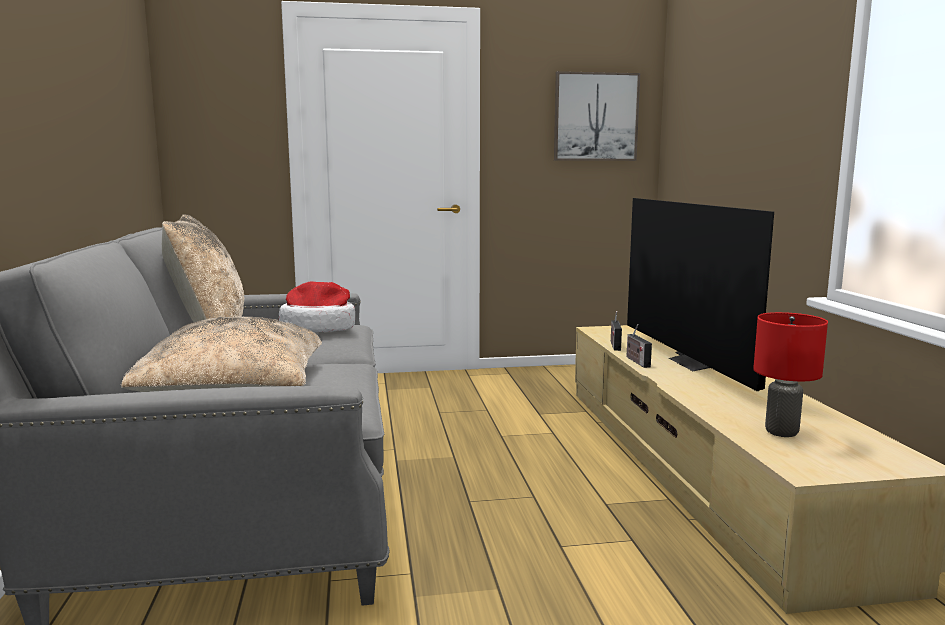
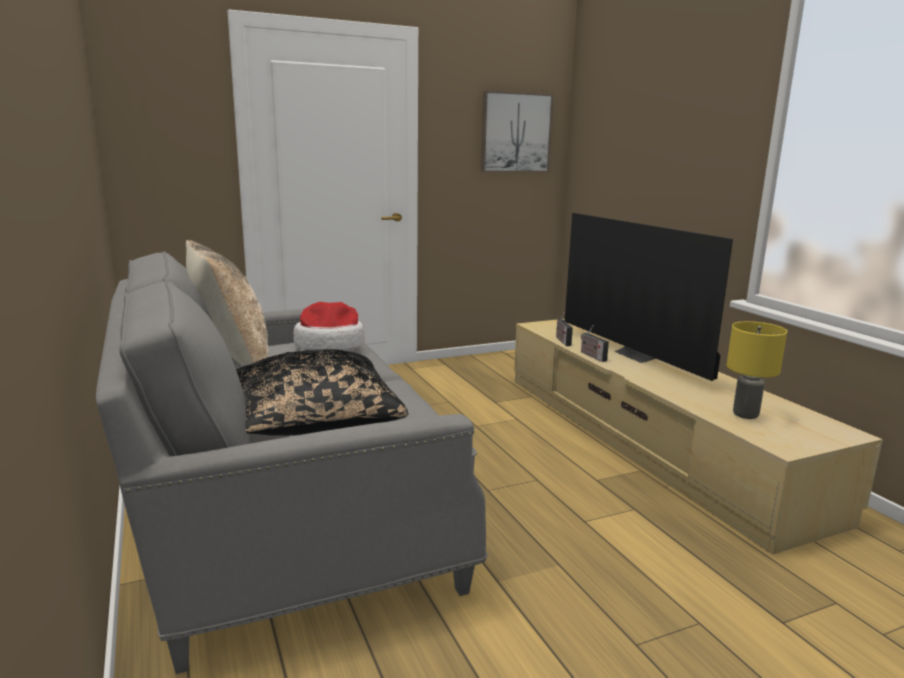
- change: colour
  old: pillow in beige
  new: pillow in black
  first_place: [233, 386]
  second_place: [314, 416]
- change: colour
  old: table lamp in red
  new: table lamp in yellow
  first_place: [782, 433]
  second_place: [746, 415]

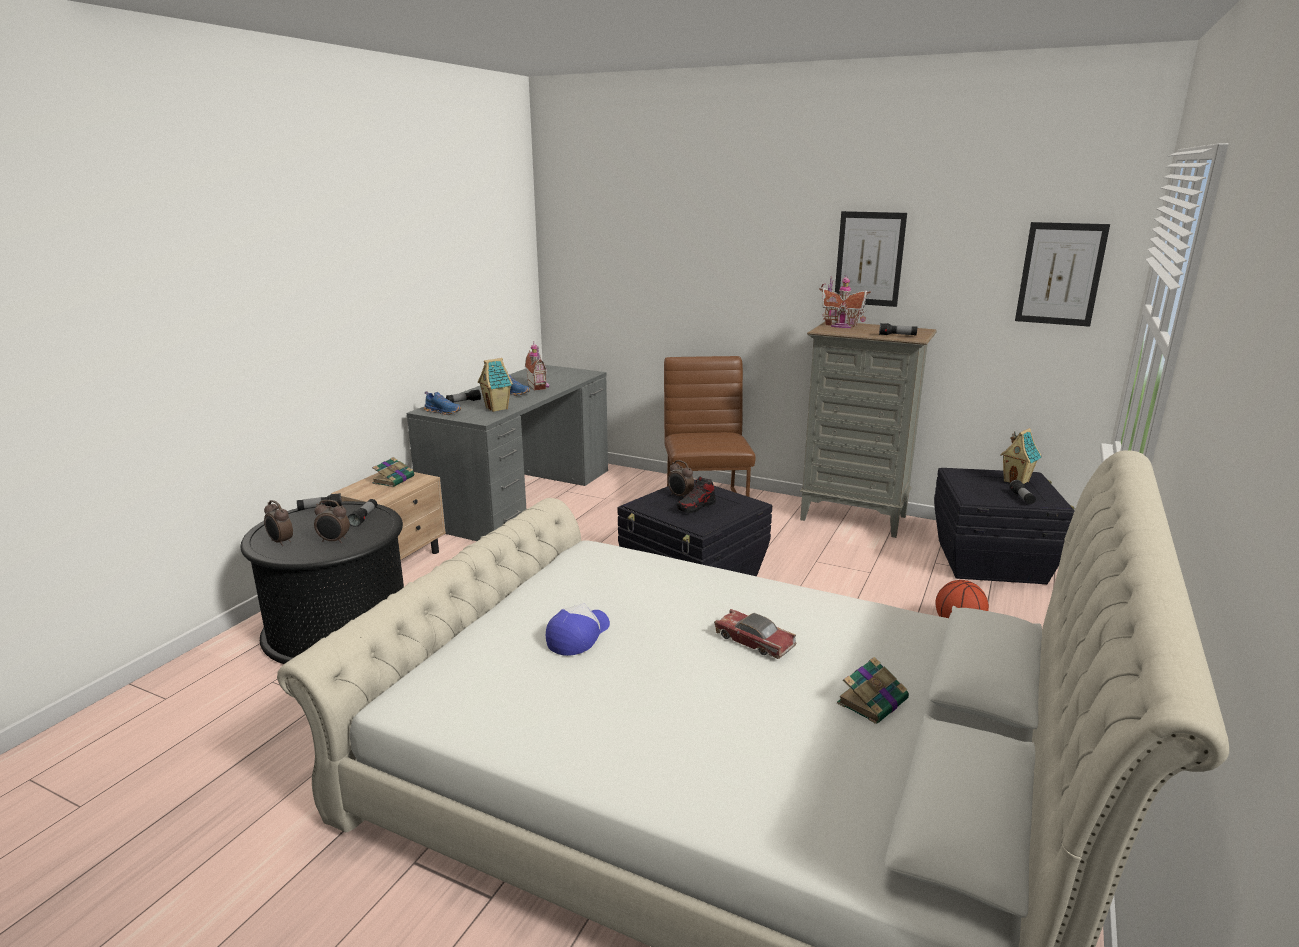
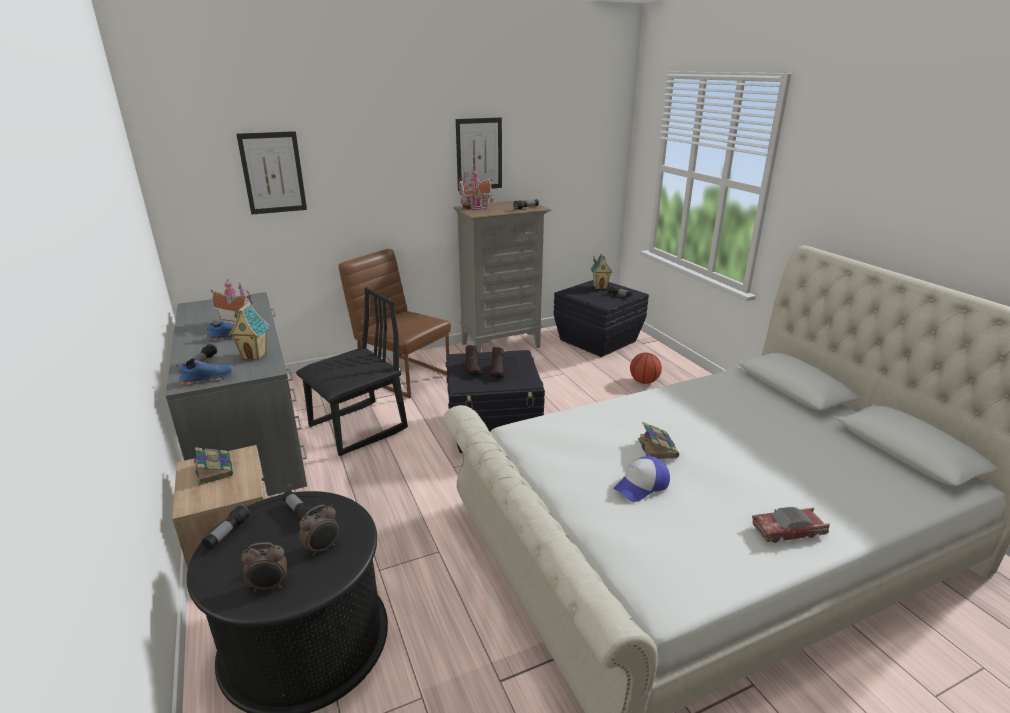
- change: relocated
  old: picture
  first_place: [1060, 274]
  second_place: [273, 173]
- change: appeared
  new: chair in black
  second_place: [358, 428]
- change: exchanged
  old: alarm clock
  new: shoe
  first_place: [680, 496]
  second_place: [473, 369]
- change: spun
  old: cap
  first_place: [578, 635]
  second_place: [641, 485]
  degrees: -105
- change: relocated
  old: book
  first_place: [873, 701]
  second_place: [657, 447]
- change: relocated
  old: toy car
  first_place: [754, 641]
  second_place: [788, 530]

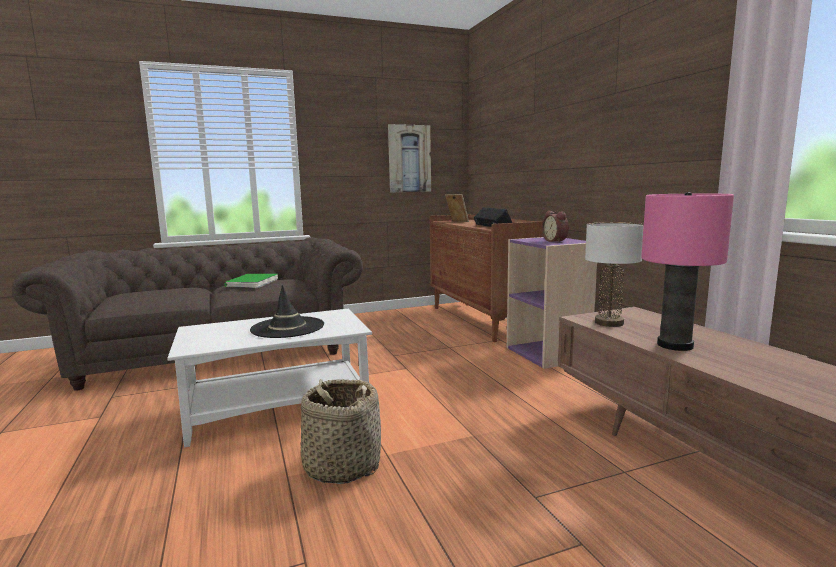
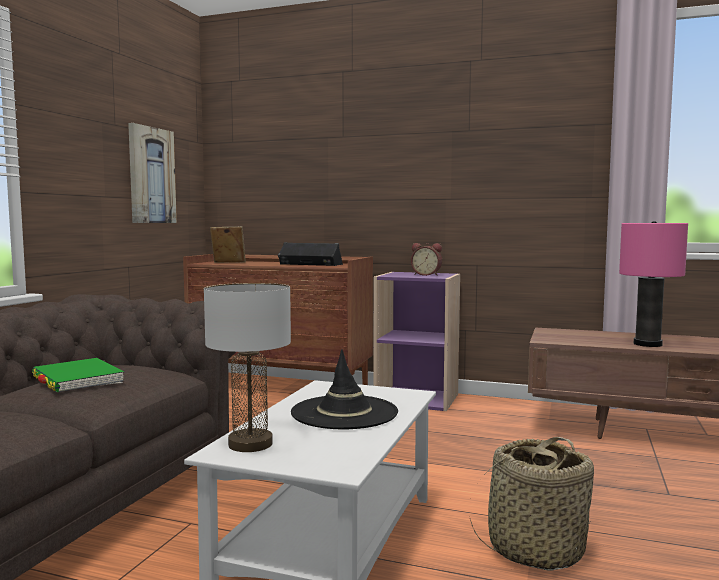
- change: relocated
  old: table lamp
  first_place: [609, 323]
  second_place: [250, 444]

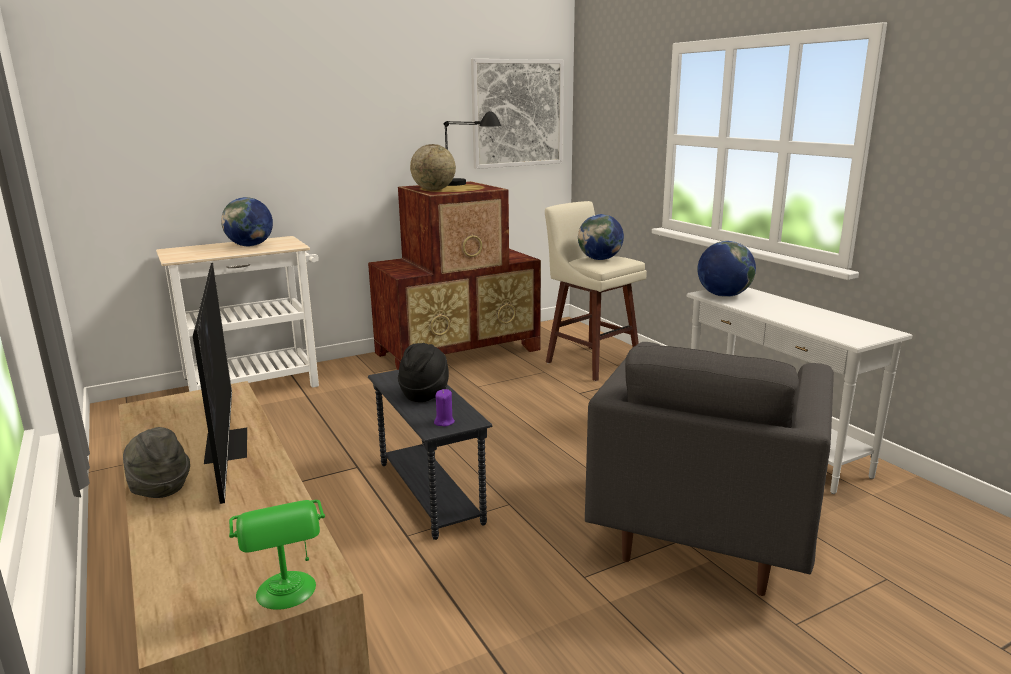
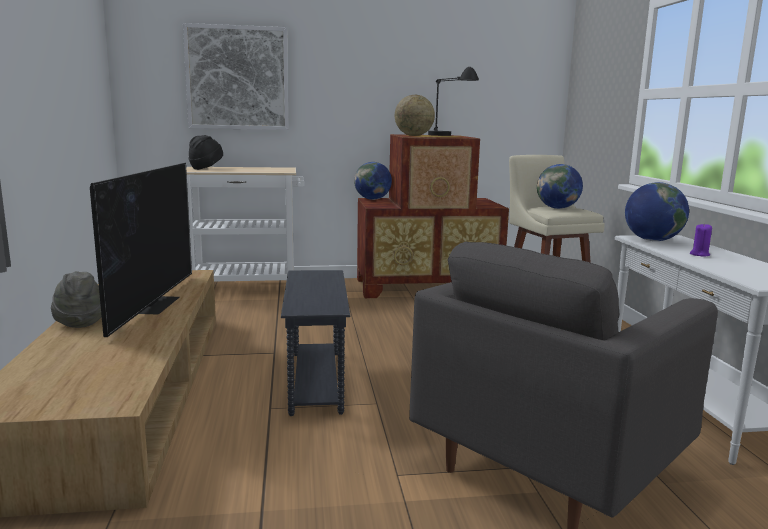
- change: relocated
  old: picture
  first_place: [517, 113]
  second_place: [237, 78]
- change: relocated
  old: hat in black
  first_place: [425, 394]
  second_place: [206, 168]
- change: relocated
  old: globe
  first_place: [250, 246]
  second_place: [372, 199]
- change: relocated
  old: candle in purple
  first_place: [444, 422]
  second_place: [699, 254]
- change: missing
  old: table lamp in green
  first_place: [289, 597]

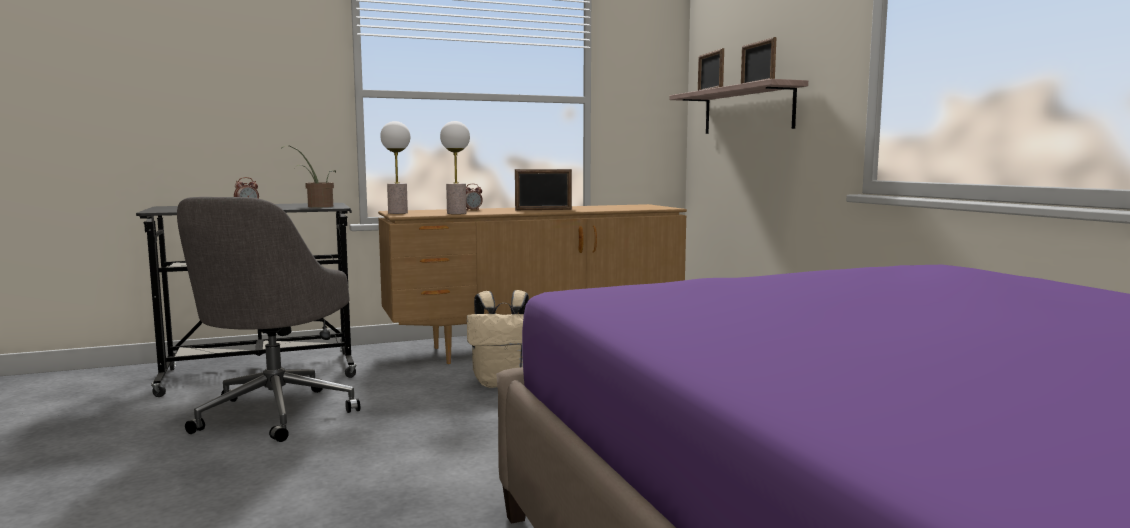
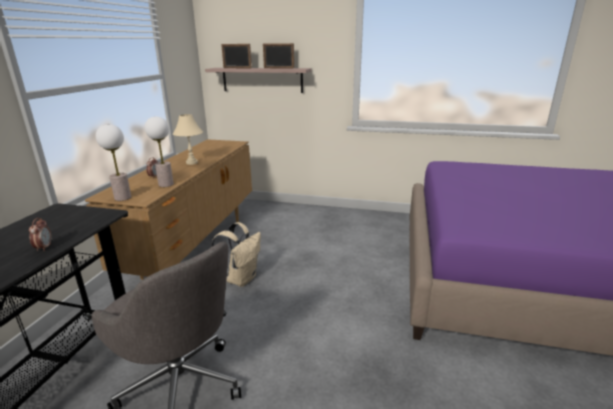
- change: exchanged
  old: picture frame
  new: table lamp in beige
  first_place: [543, 210]
  second_place: [192, 163]
- change: missing
  old: potted plant
  first_place: [316, 206]

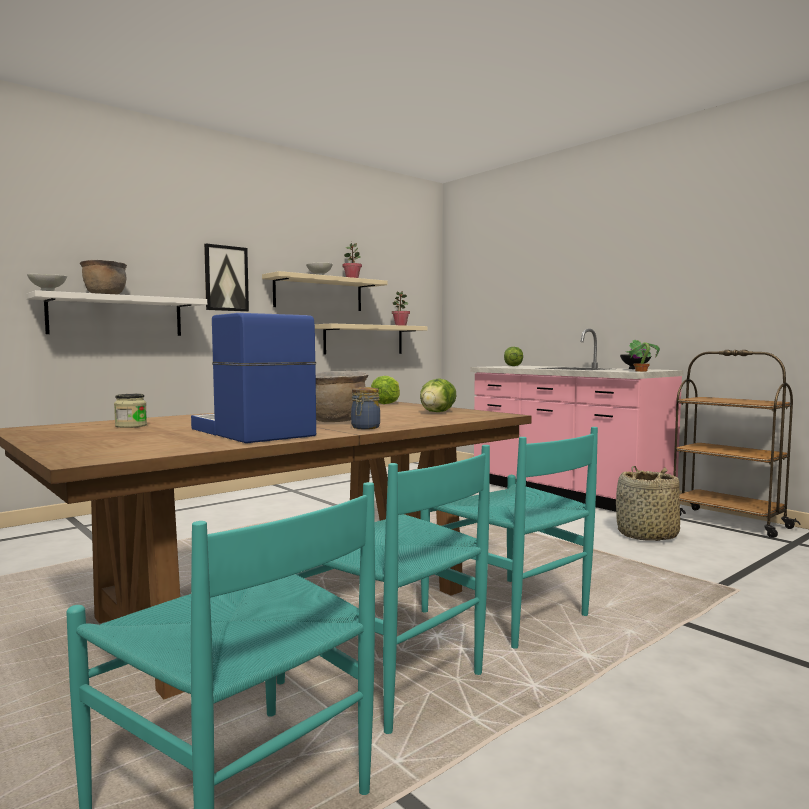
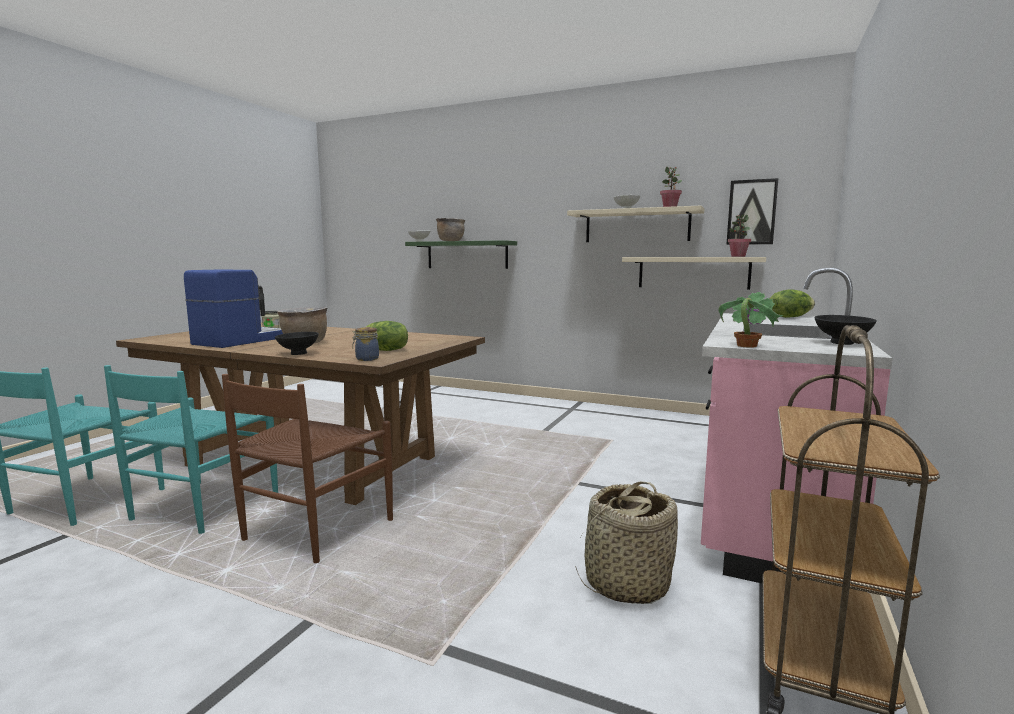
- change: colour
  old: chair in turquoise
  new: chair in brown
  first_place: [509, 613]
  second_place: [315, 529]
- change: appeared
  new: bowl in black
  second_place: [298, 354]
- change: relocated
  old: jar
  first_place: [365, 427]
  second_place: [366, 359]
- change: colour
  old: shelf in white
  new: shelf in green
  first_place: [116, 316]
  second_place: [467, 255]
- change: relocated
  old: picture
  first_place: [226, 278]
  second_place: [751, 212]
- change: missing
  old: lettuce
  first_place: [386, 403]

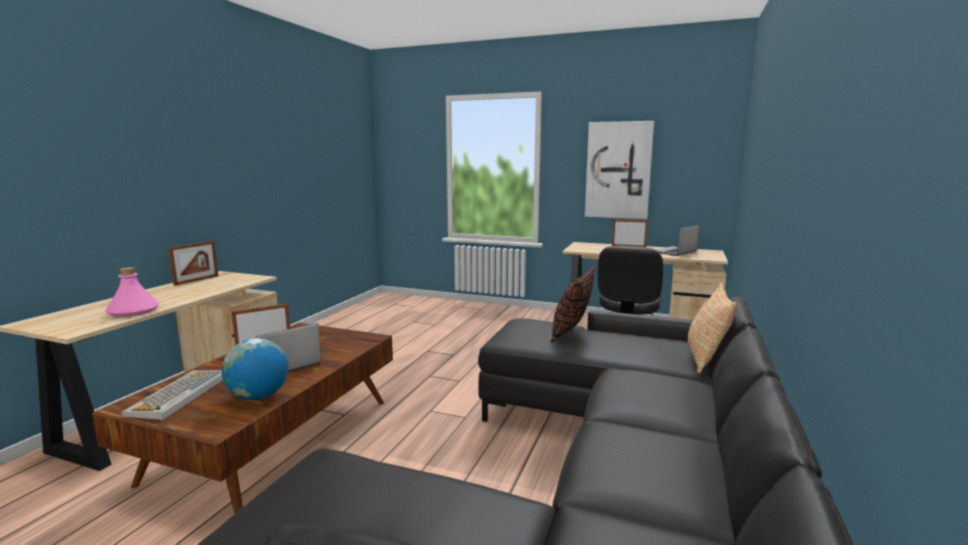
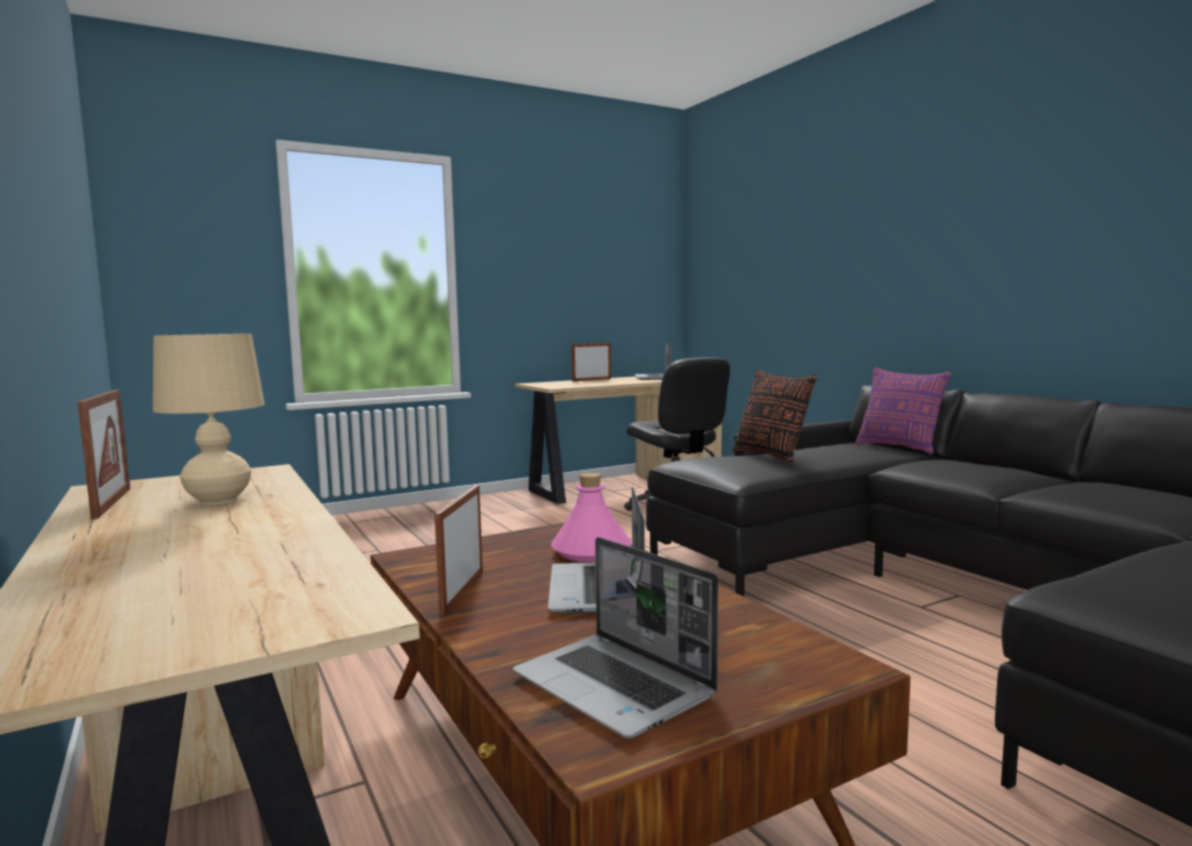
- change: appeared
  new: table lamp in beige
  second_place: [218, 500]
- change: exchanged
  old: keyboard
  new: laptop
  first_place: [179, 395]
  second_place: [616, 686]
- change: relocated
  old: bottle in pink
  first_place: [133, 311]
  second_place: [592, 551]
- change: colour
  old: pillow in beige
  new: pillow in purple
  first_place: [705, 360]
  second_place: [899, 448]
- change: missing
  old: globe
  first_place: [258, 396]
- change: missing
  old: picture
  first_place: [618, 170]

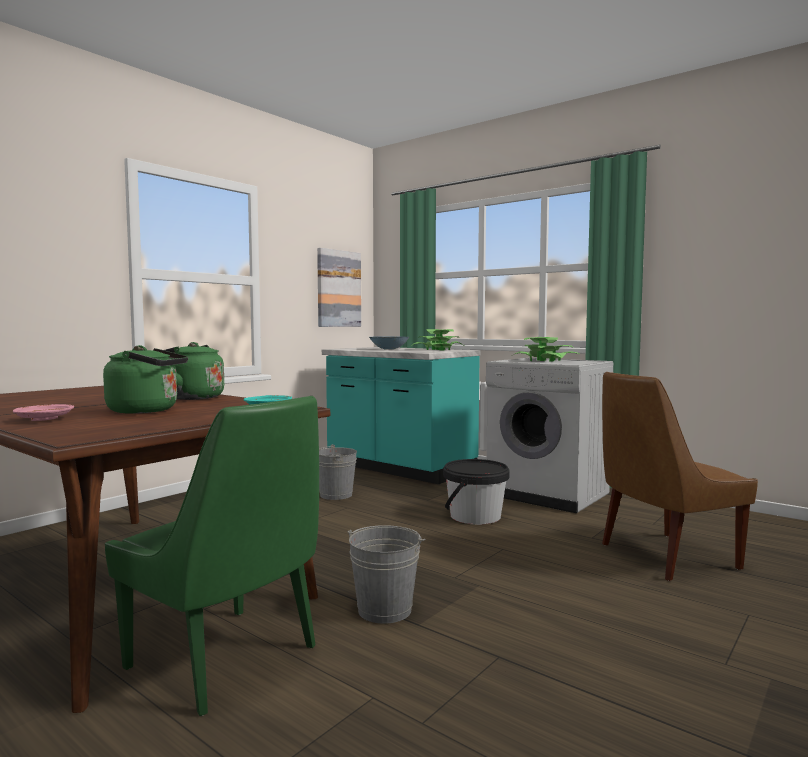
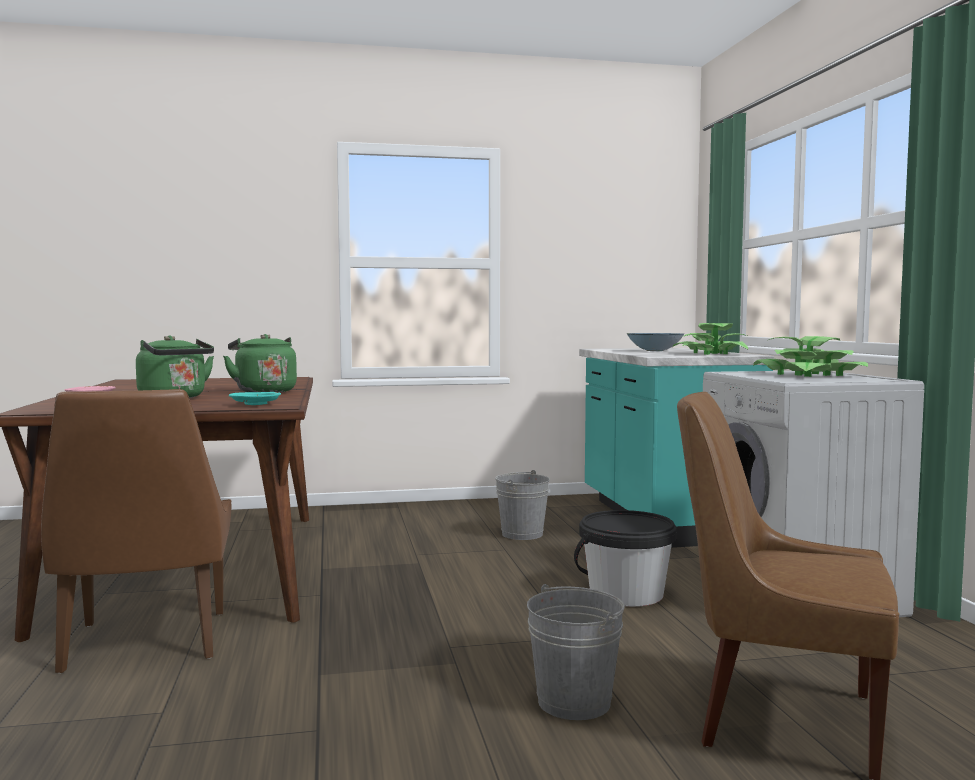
- change: colour
  old: chair in green
  new: chair in brown
  first_place: [227, 659]
  second_place: [145, 643]
- change: relocated
  old: bucket in grey
  first_place: [385, 610]
  second_place: [574, 702]
- change: missing
  old: picture
  first_place: [338, 289]

